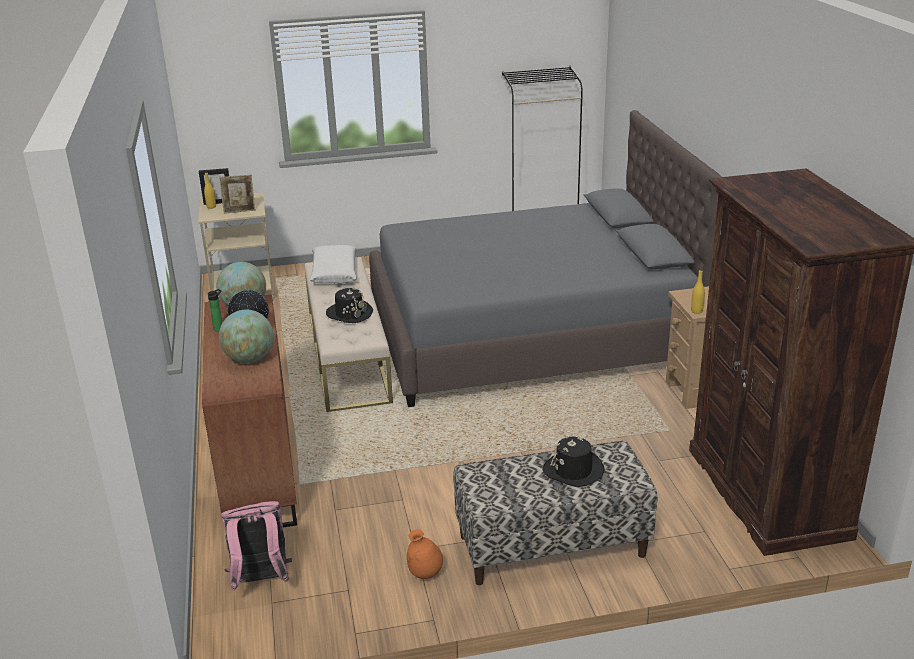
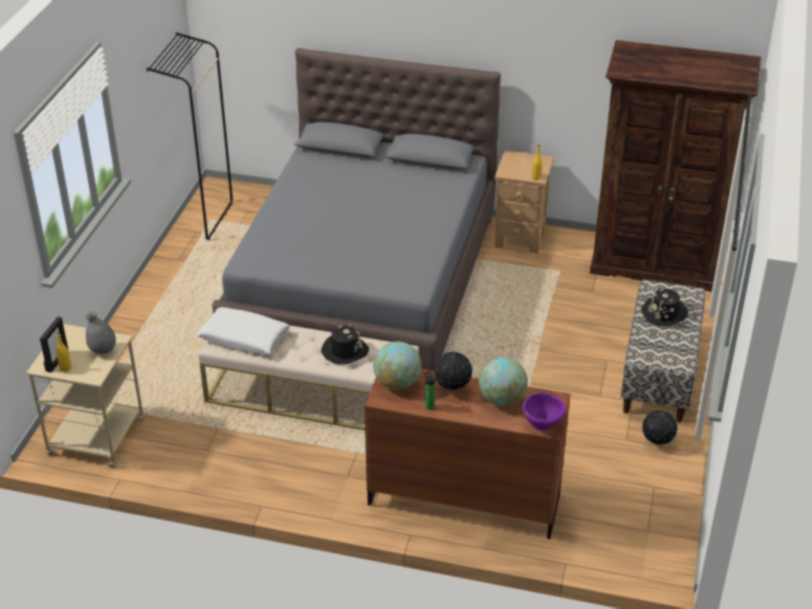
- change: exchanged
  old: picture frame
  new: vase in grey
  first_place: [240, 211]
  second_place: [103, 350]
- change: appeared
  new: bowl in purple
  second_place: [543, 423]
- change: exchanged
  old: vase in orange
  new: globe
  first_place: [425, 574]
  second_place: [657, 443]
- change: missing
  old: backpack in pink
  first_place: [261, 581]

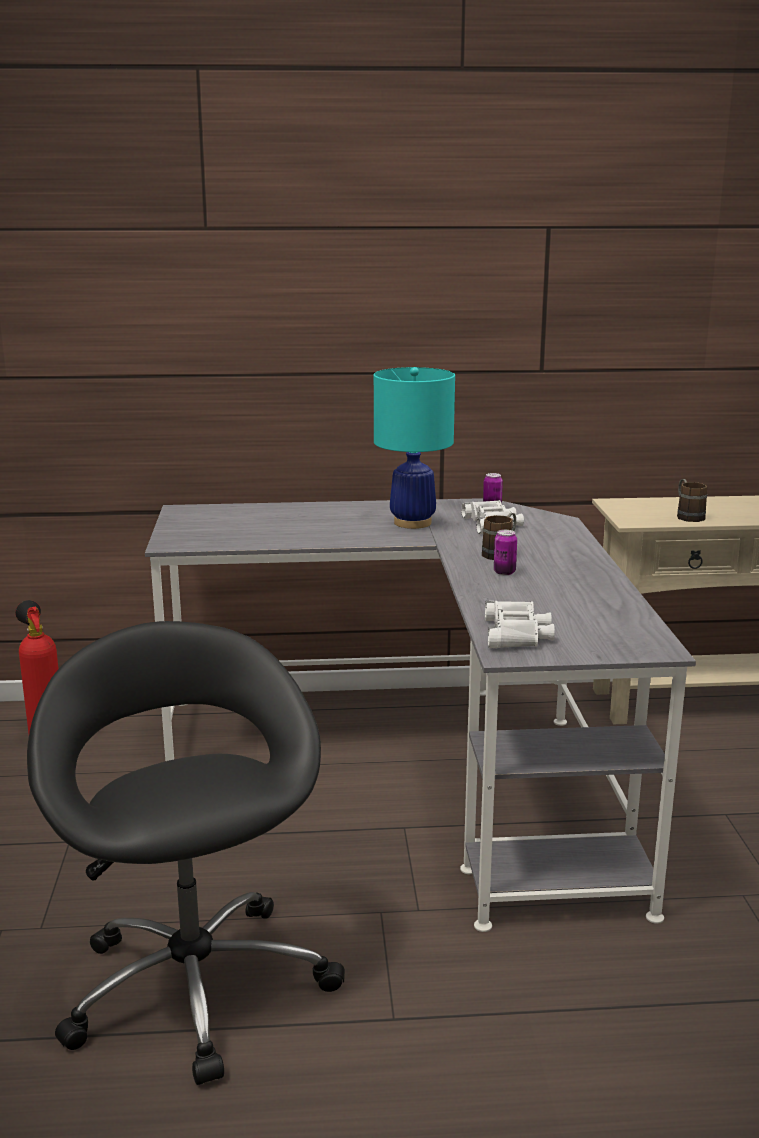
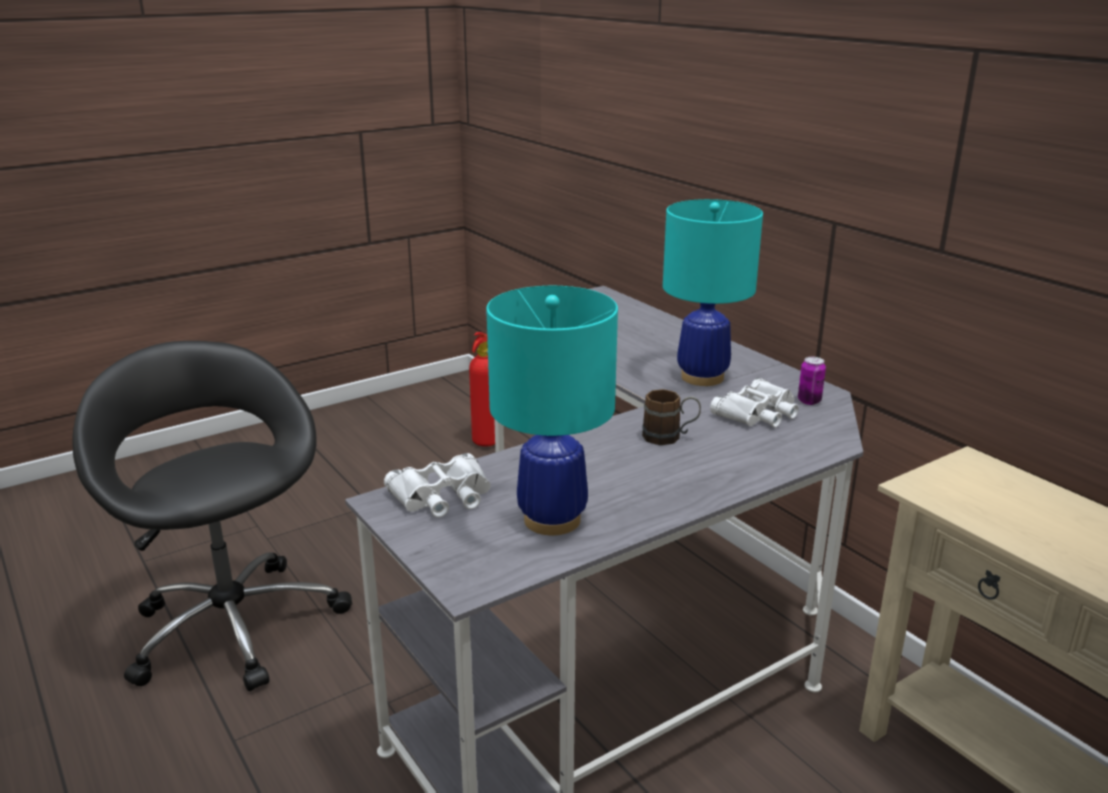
- change: spun
  old: office chair in black
  first_place: [196, 985]
  second_place: [234, 626]
  degrees: -75
- change: appeared
  new: table lamp in turquoise
  second_place: [552, 520]
- change: missing
  old: can
  first_place: [504, 572]
- change: missing
  old: mug in brown
  first_place: [687, 515]

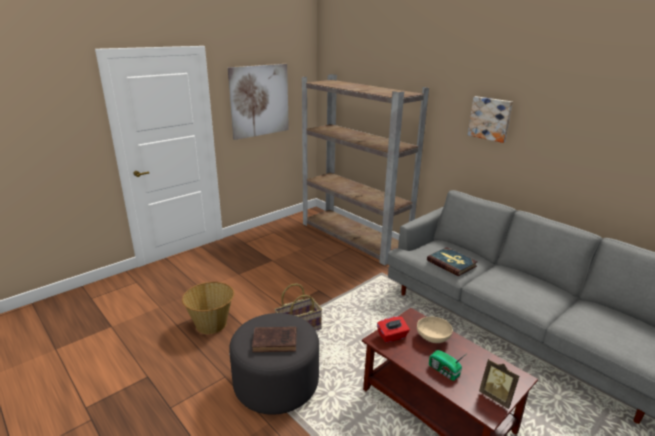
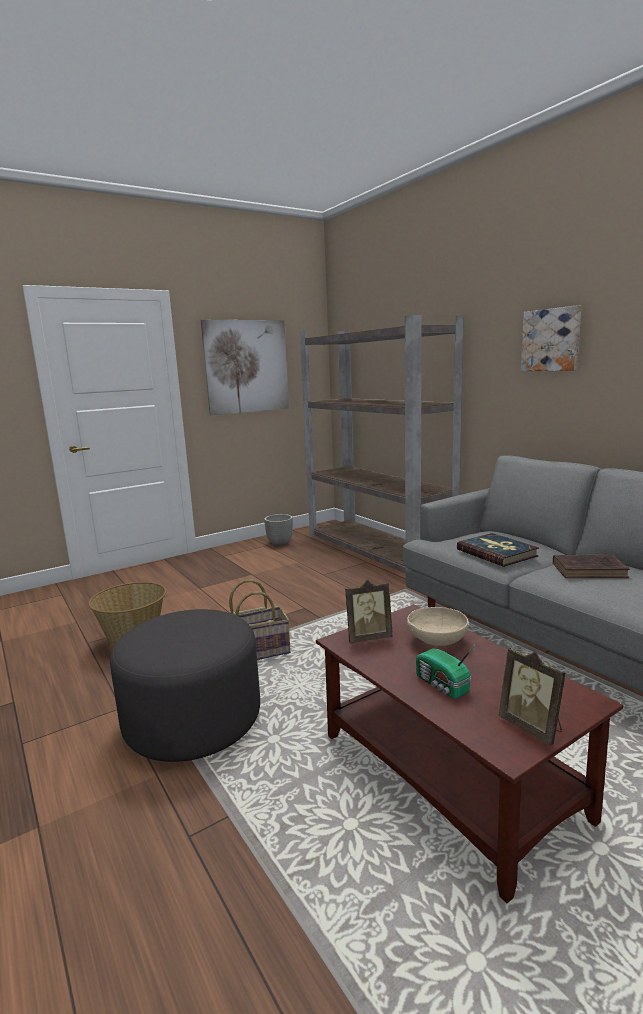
- change: appeared
  new: planter
  second_place: [279, 543]
- change: exchanged
  old: tissue box in red
  new: picture frame
  first_place: [392, 336]
  second_place: [368, 637]
- change: relocated
  old: book in brown
  first_place: [276, 341]
  second_place: [591, 570]

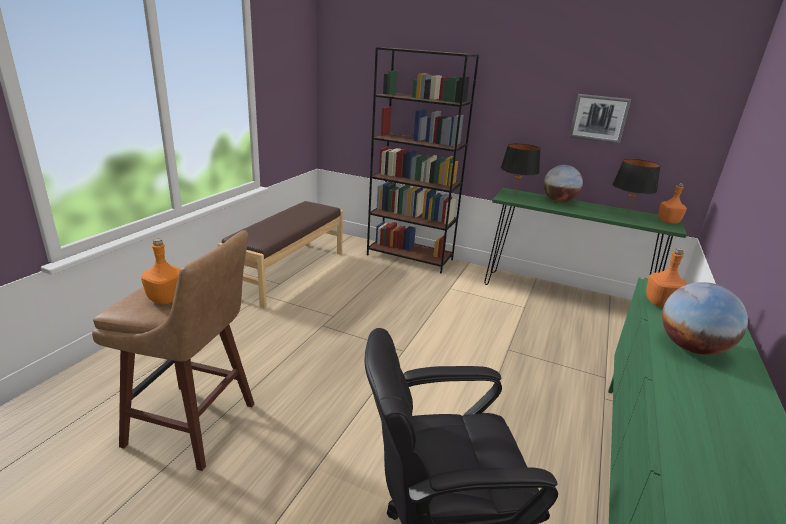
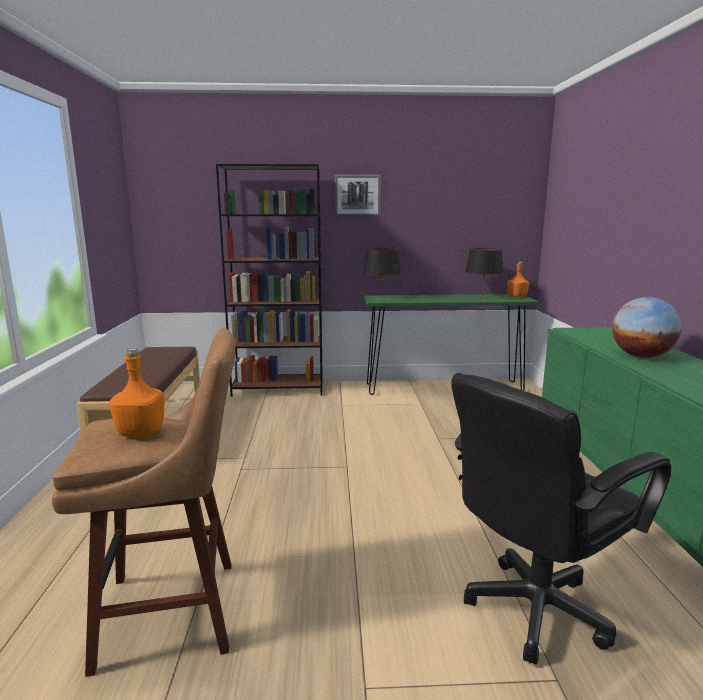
- change: relocated
  old: picture
  first_place: [599, 118]
  second_place: [357, 195]
- change: missing
  old: globe
  first_place: [559, 201]
- change: missing
  old: bottle in orange
  first_place: [661, 304]

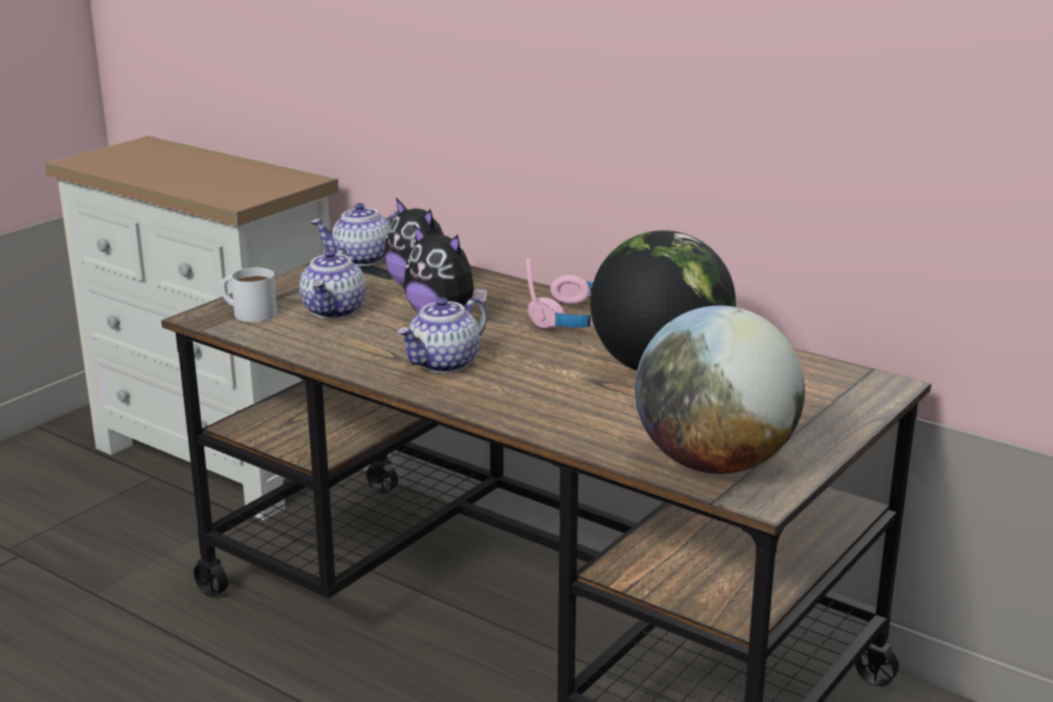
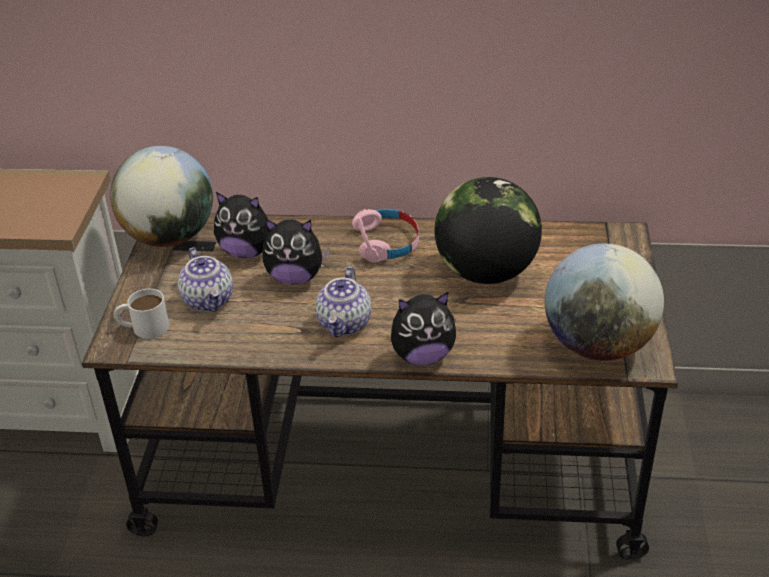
- change: exchanged
  old: teapot
  new: globe
  first_place: [362, 260]
  second_place: [170, 237]
- change: appeared
  new: plush toy
  second_place: [422, 355]

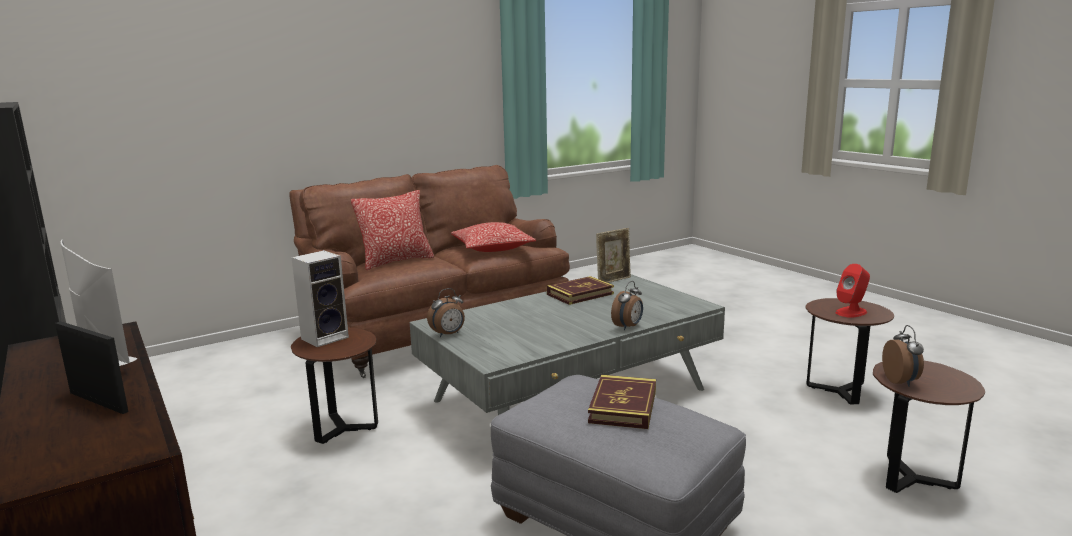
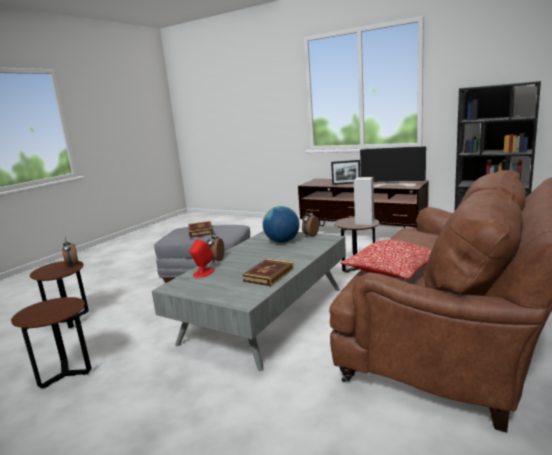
- change: relocated
  old: speaker in red
  first_place: [851, 312]
  second_place: [203, 273]
- change: appeared
  new: globe
  second_place: [282, 241]
- change: missing
  old: pillow
  first_place: [396, 261]
- change: missing
  old: picture frame
  first_place: [613, 280]

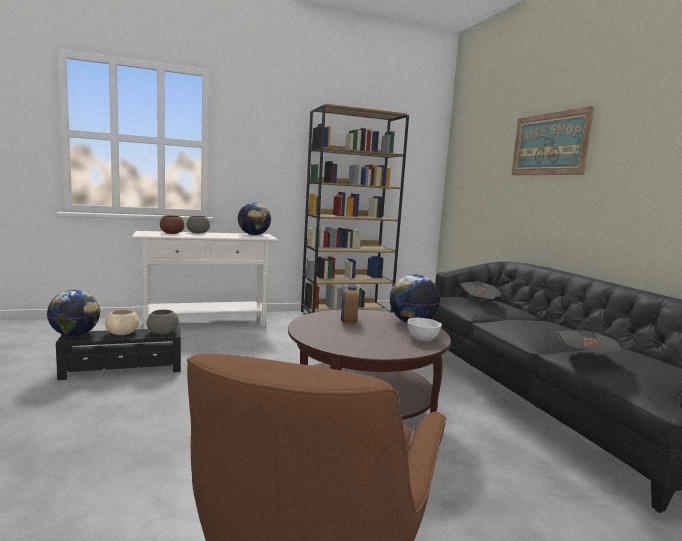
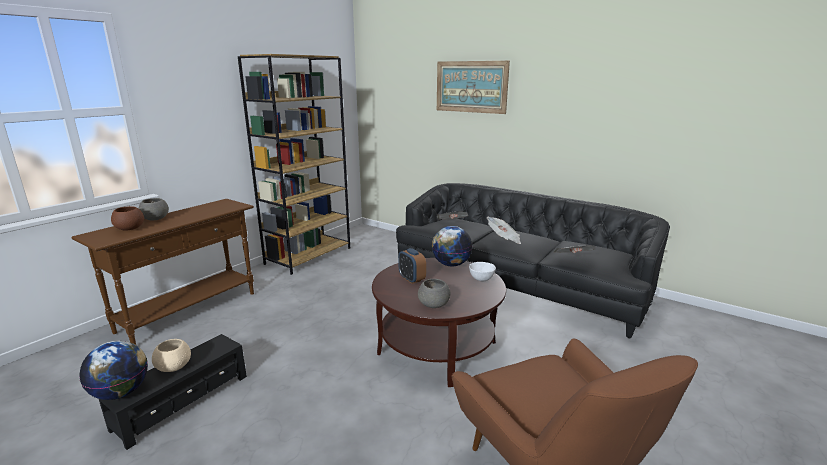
- change: colour
  old: console table in white
  new: console table in brown
  first_place: [206, 323]
  second_place: [190, 312]
- change: relocated
  old: bowl in grey
  first_place: [162, 333]
  second_place: [433, 305]
- change: appeared
  new: newspaper
  second_place: [504, 239]
- change: missing
  old: globe
  first_place: [253, 235]

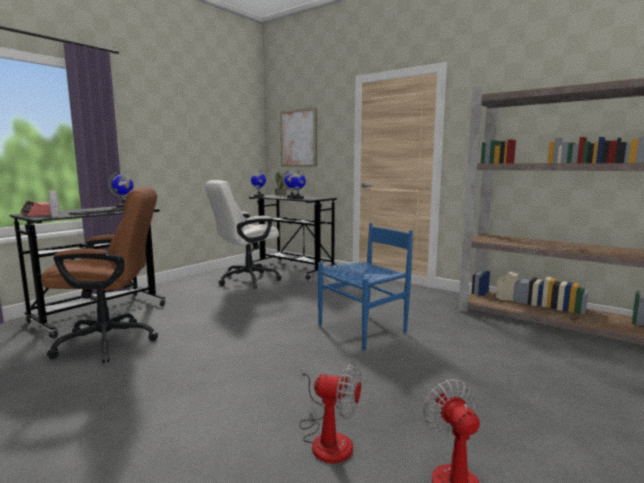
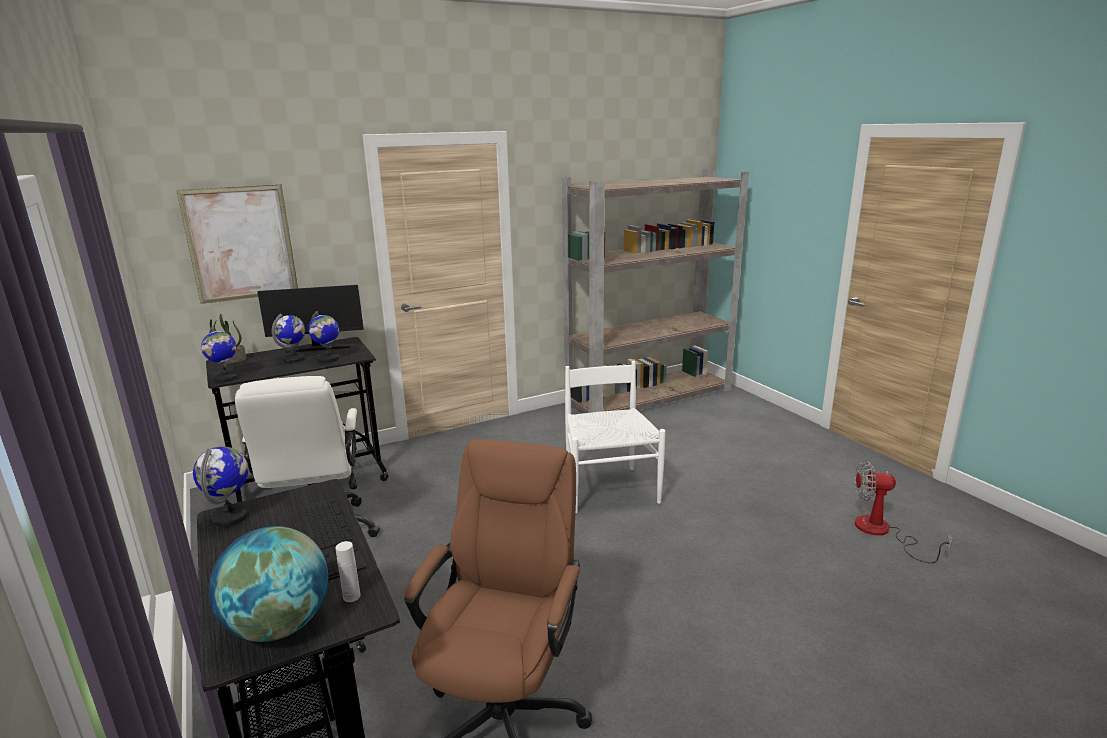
- change: exchanged
  old: alarm clock
  new: globe
  first_place: [40, 214]
  second_place: [279, 625]
- change: appeared
  new: monitor
  second_place: [318, 348]
- change: colour
  old: chair in blue
  new: chair in white
  first_place: [364, 330]
  second_place: [608, 489]
- change: missing
  old: fan
  first_place: [327, 438]

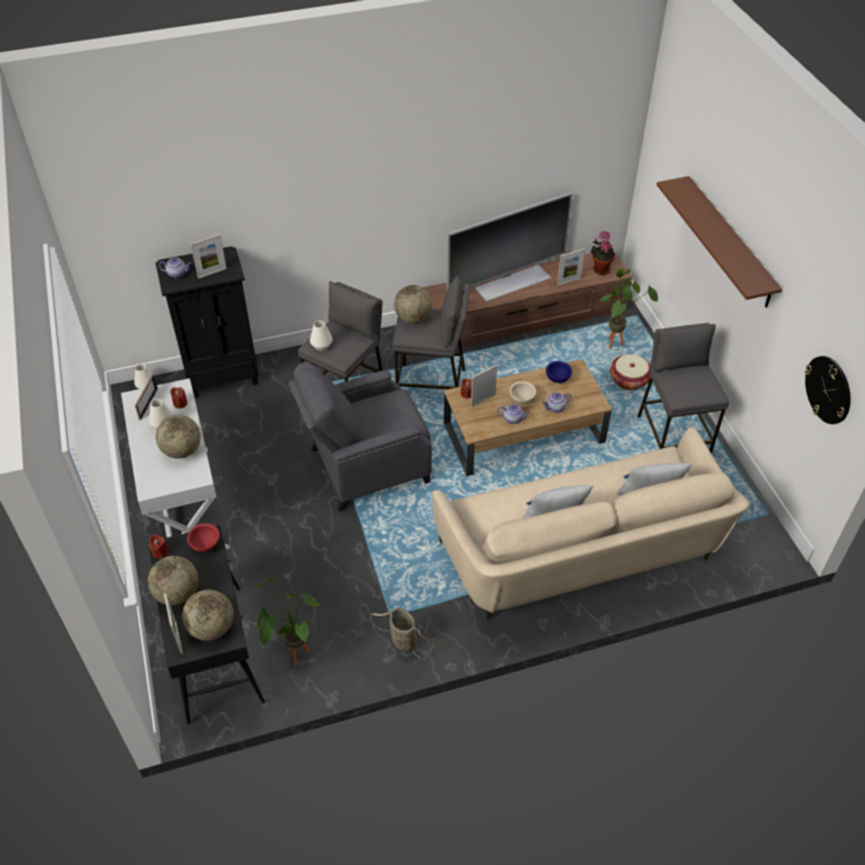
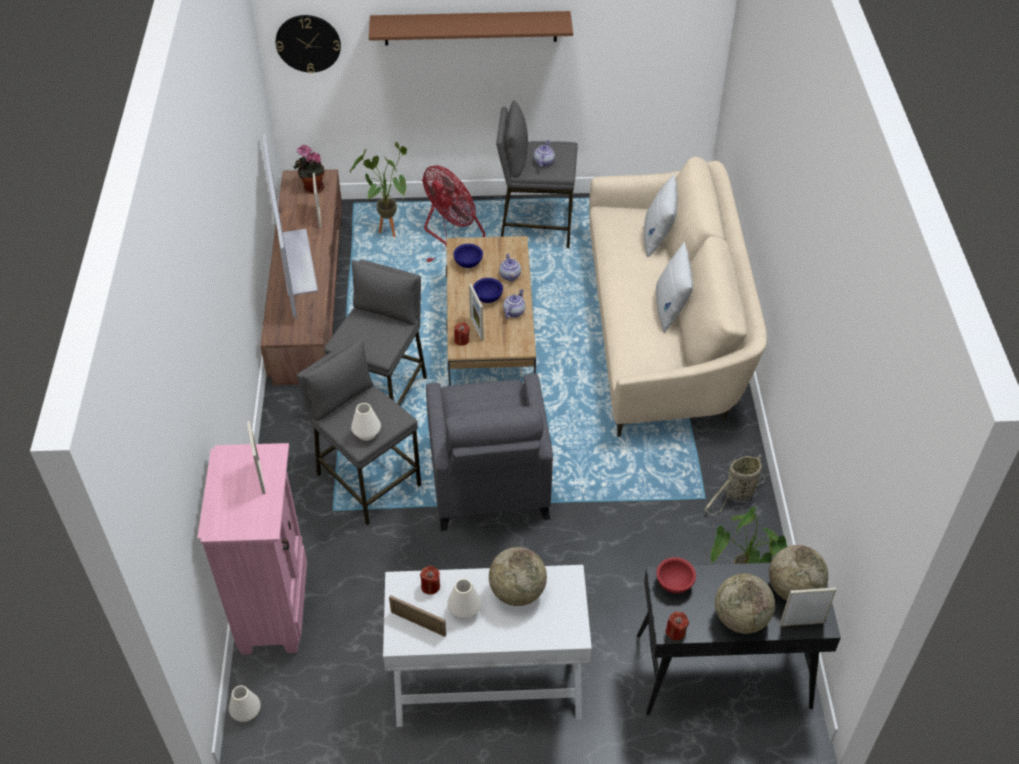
- change: colour
  old: cabinet in black
  new: cabinet in pink
  first_place: [223, 379]
  second_place: [276, 612]
- change: relocated
  old: wall clock
  first_place: [828, 389]
  second_place: [308, 43]
- change: exchanged
  old: basket
  new: fan in red
  first_place: [629, 380]
  second_place: [446, 235]
- change: colour
  old: bowl in beige
  new: bowl in blue
  first_place: [521, 399]
  second_place: [488, 298]
- change: relocated
  old: teapot
  first_place: [177, 274]
  second_place: [543, 162]
- change: missing
  old: globe
  first_place: [413, 318]

